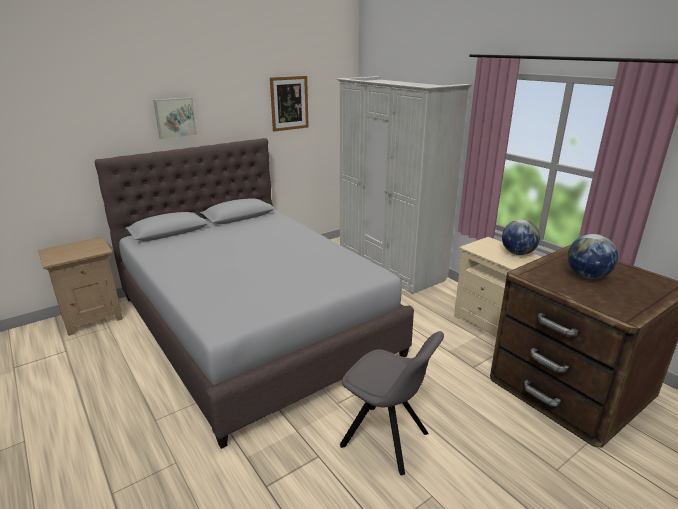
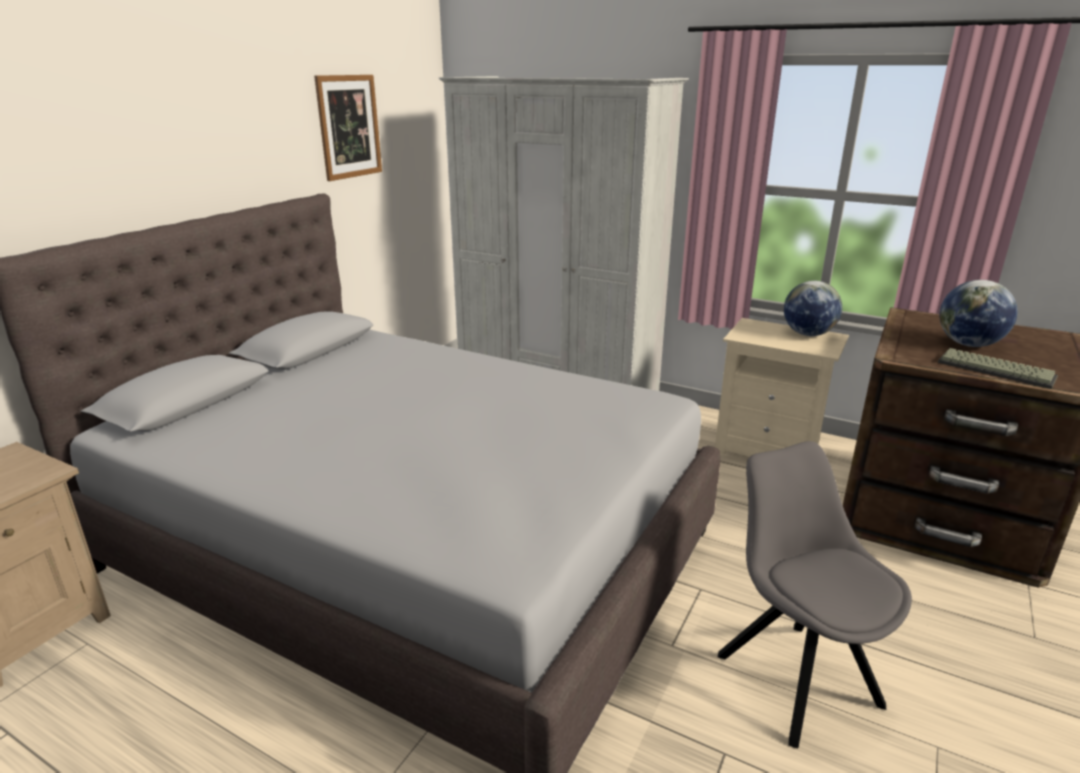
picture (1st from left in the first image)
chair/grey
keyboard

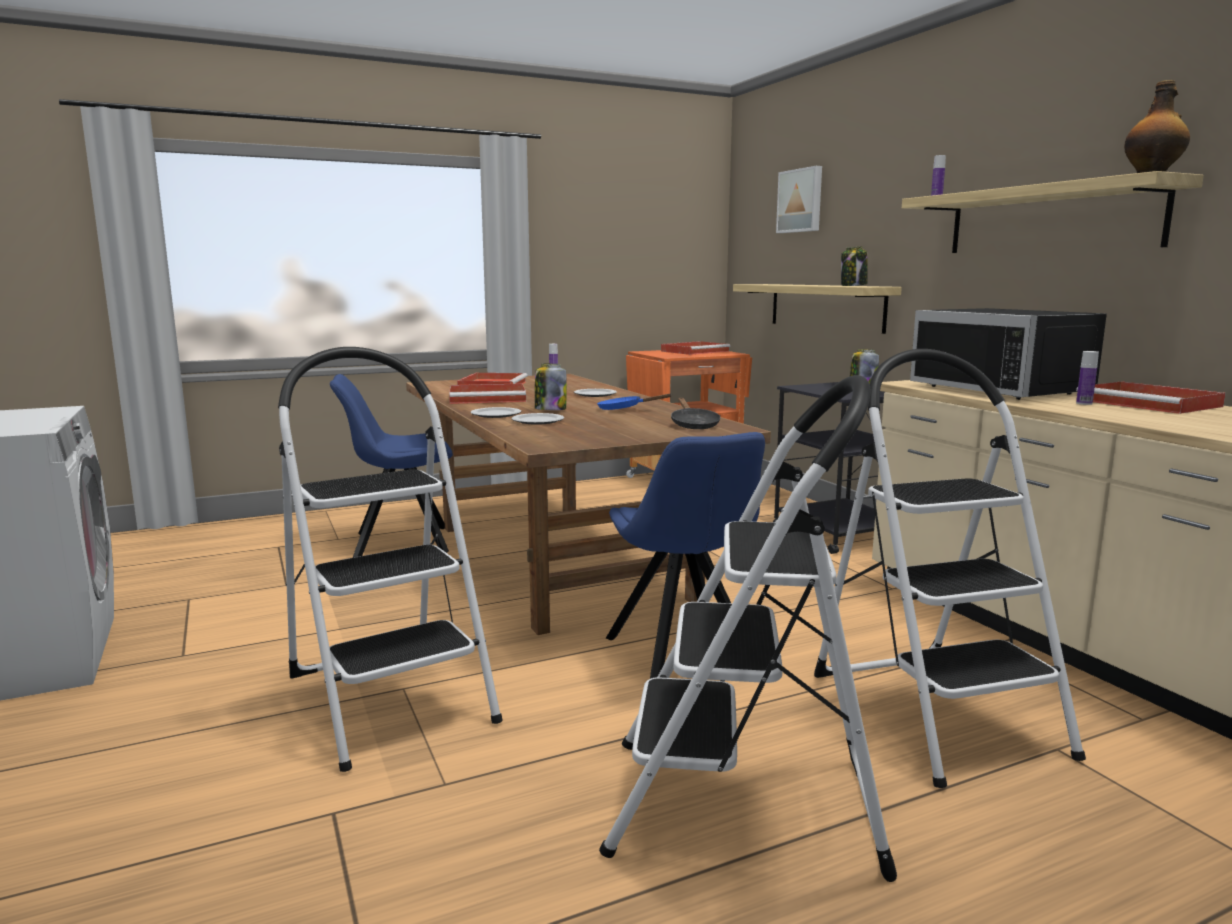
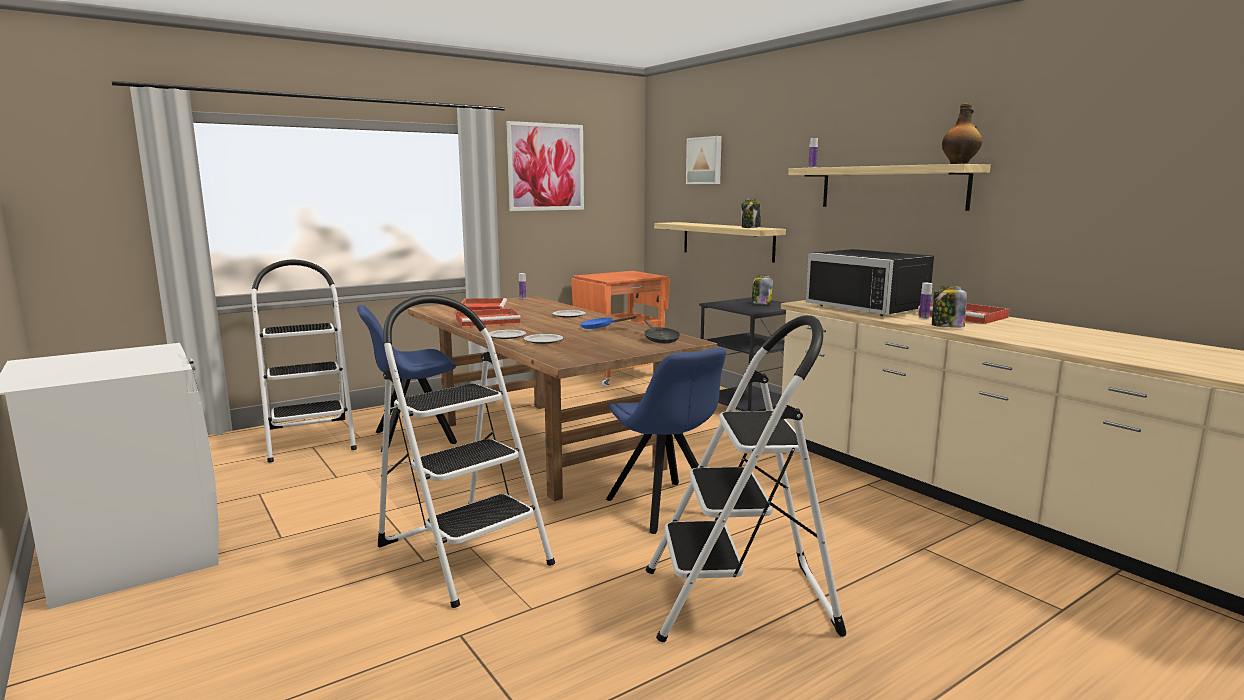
jar (3rd from left)
tray/red (3rd from left in the first image)
step ladder (1st from left)
picture (1st from left)

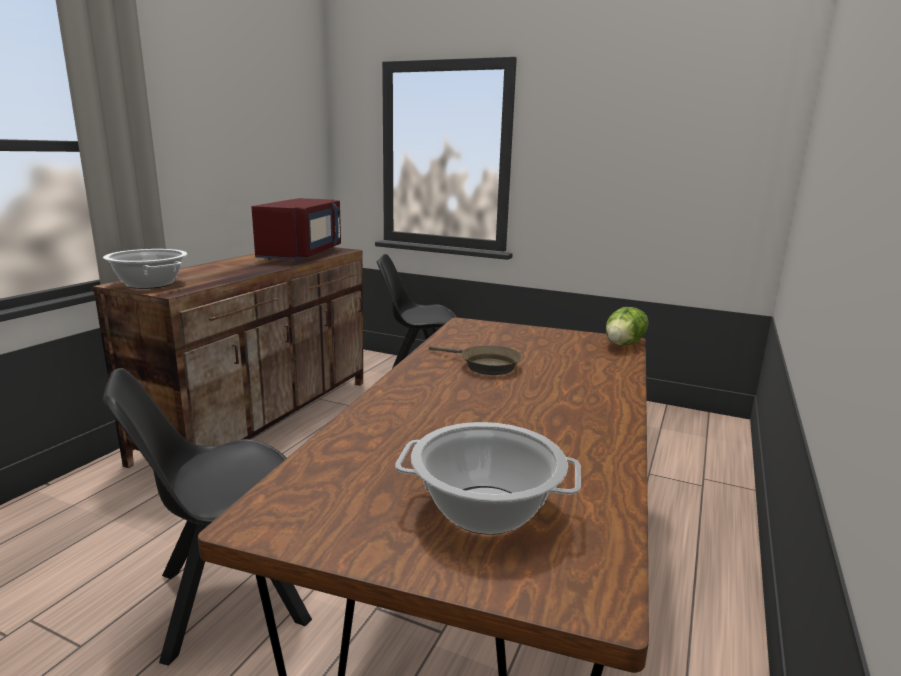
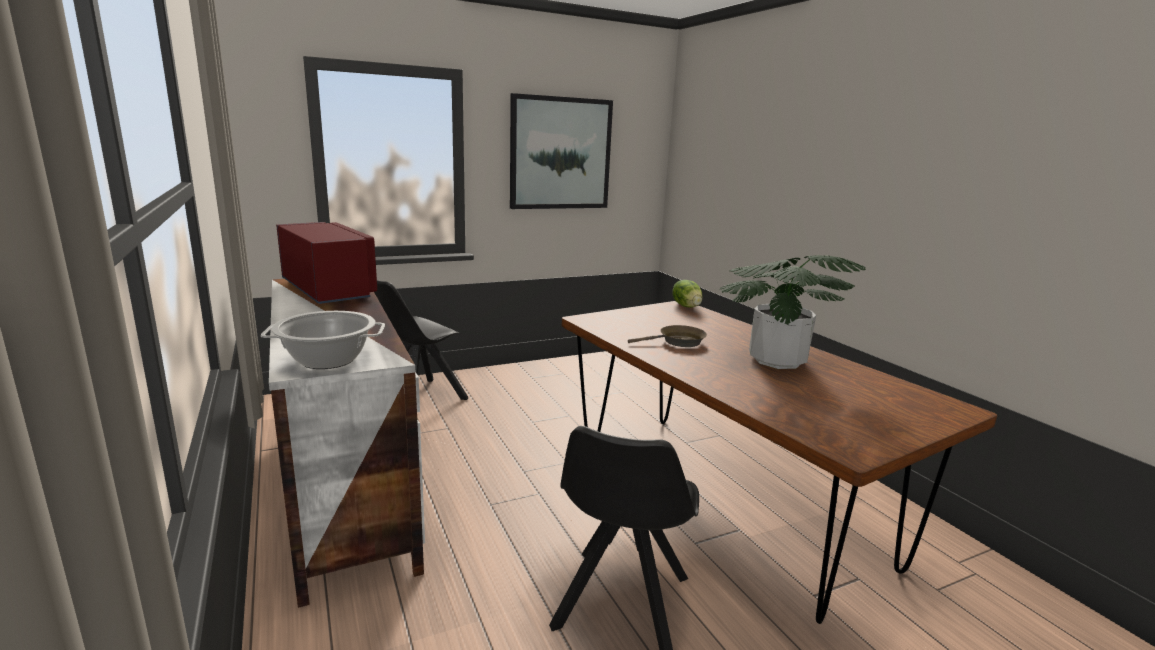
cabinet/white
cooking pot (2nd from left in the first image)
picture
potted plant

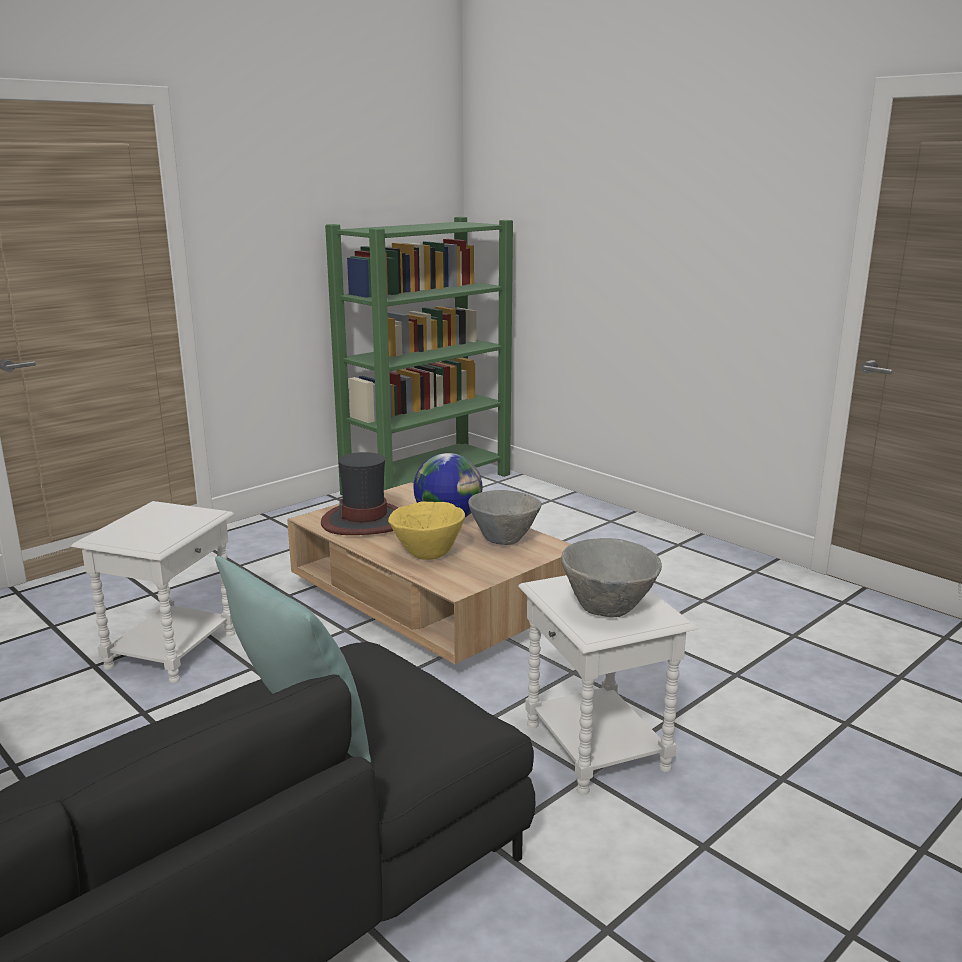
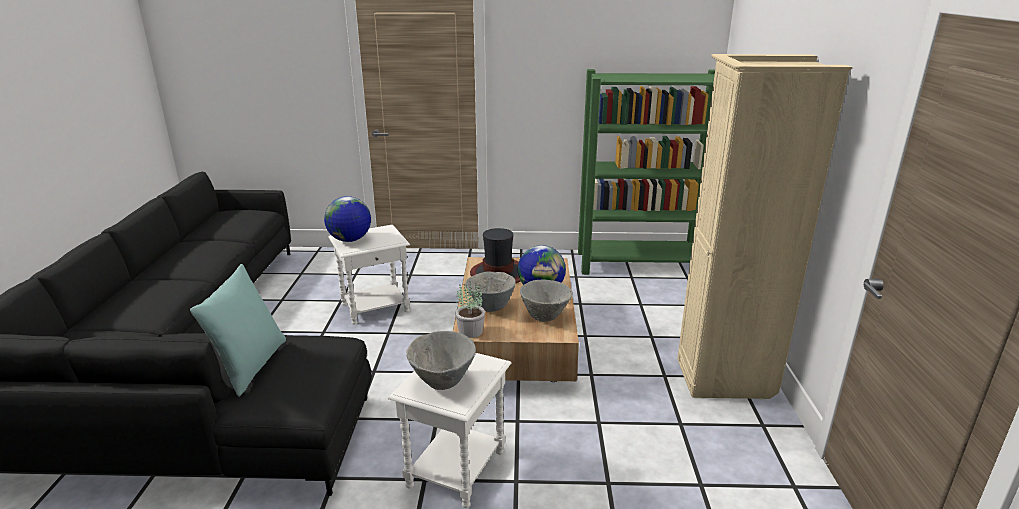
bowl/grey (2nd from left)
globe (1st from left)
potted plant
cabinet/beige

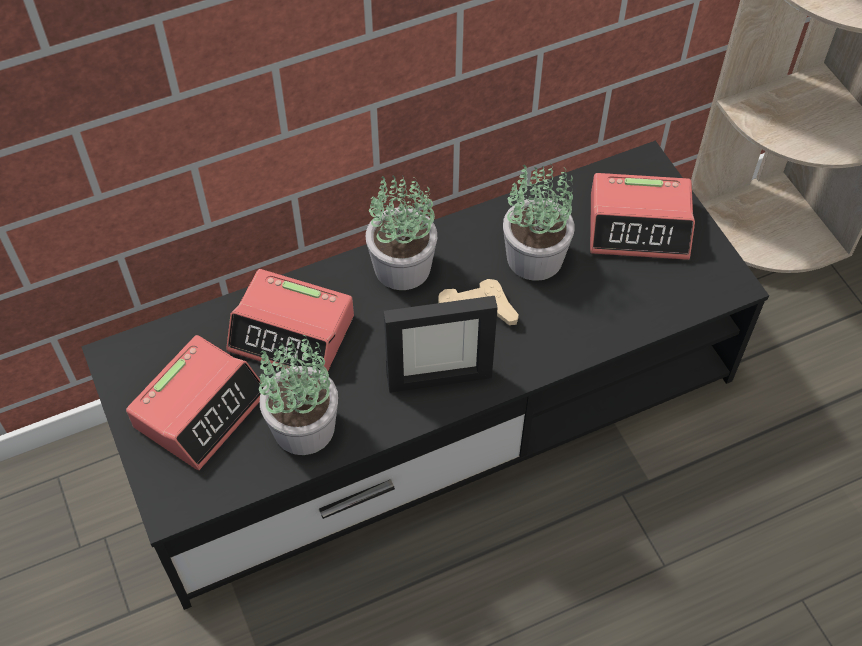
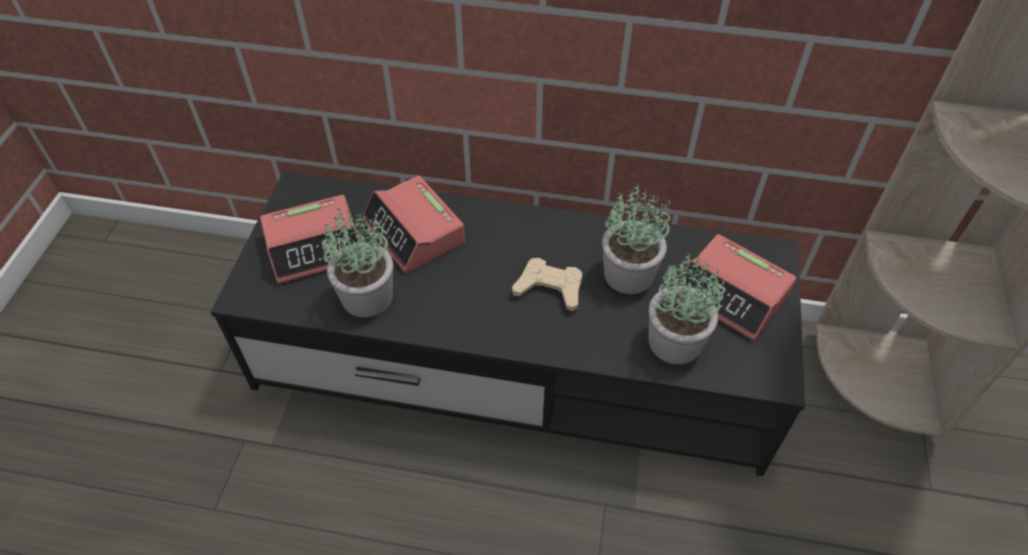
potted plant (3rd from left)
picture frame

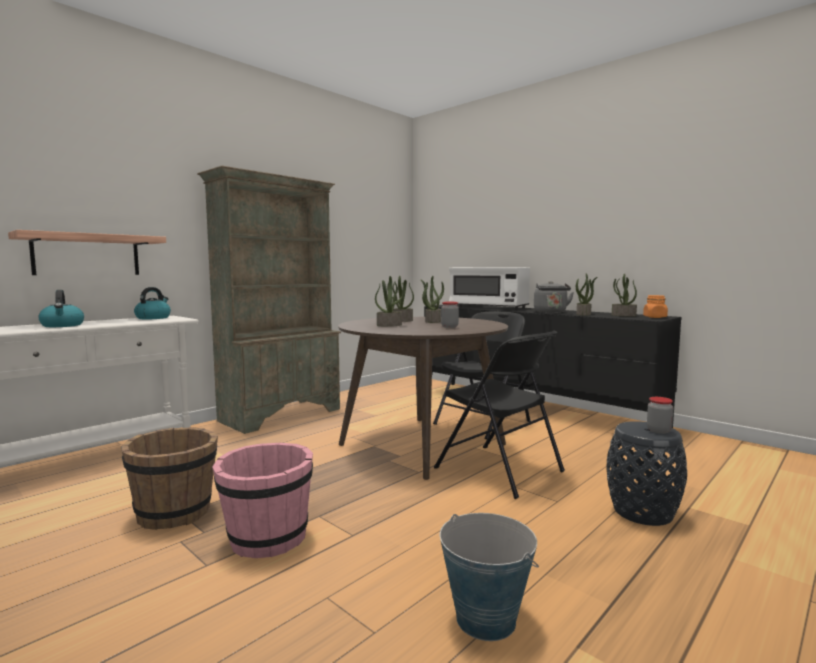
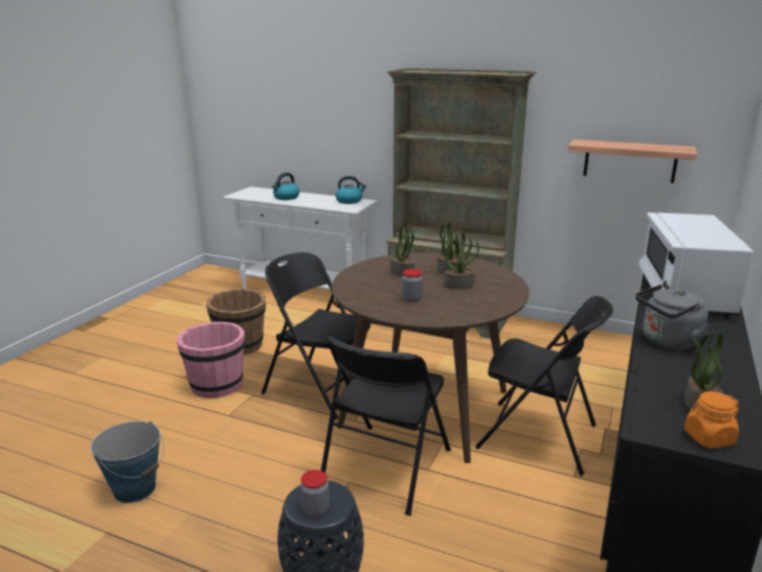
shelf
potted plant (4th from left in the first image)
chair/black (1st from left)

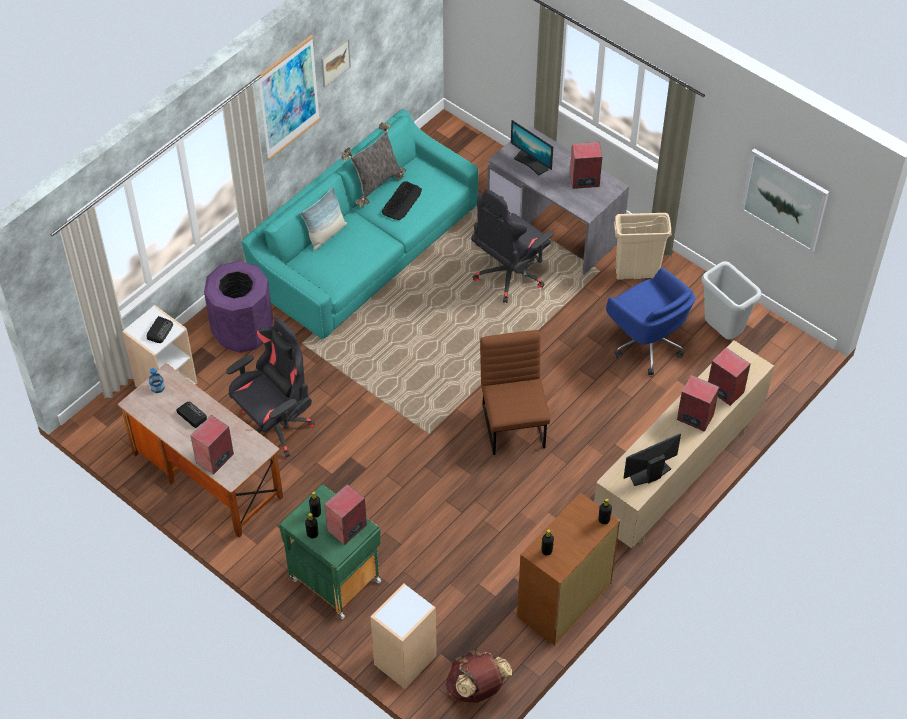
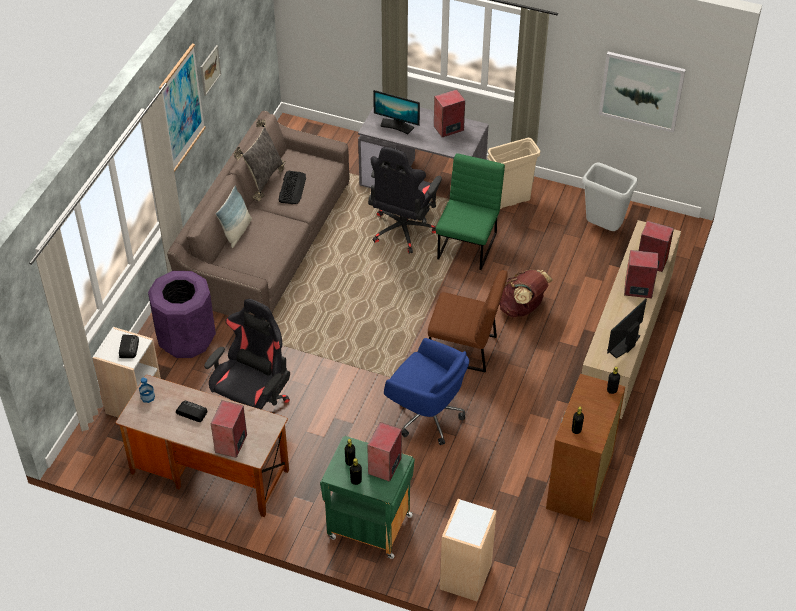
sofa/brown
backpack/brown
chair/brown
office chair/blue
chair/green

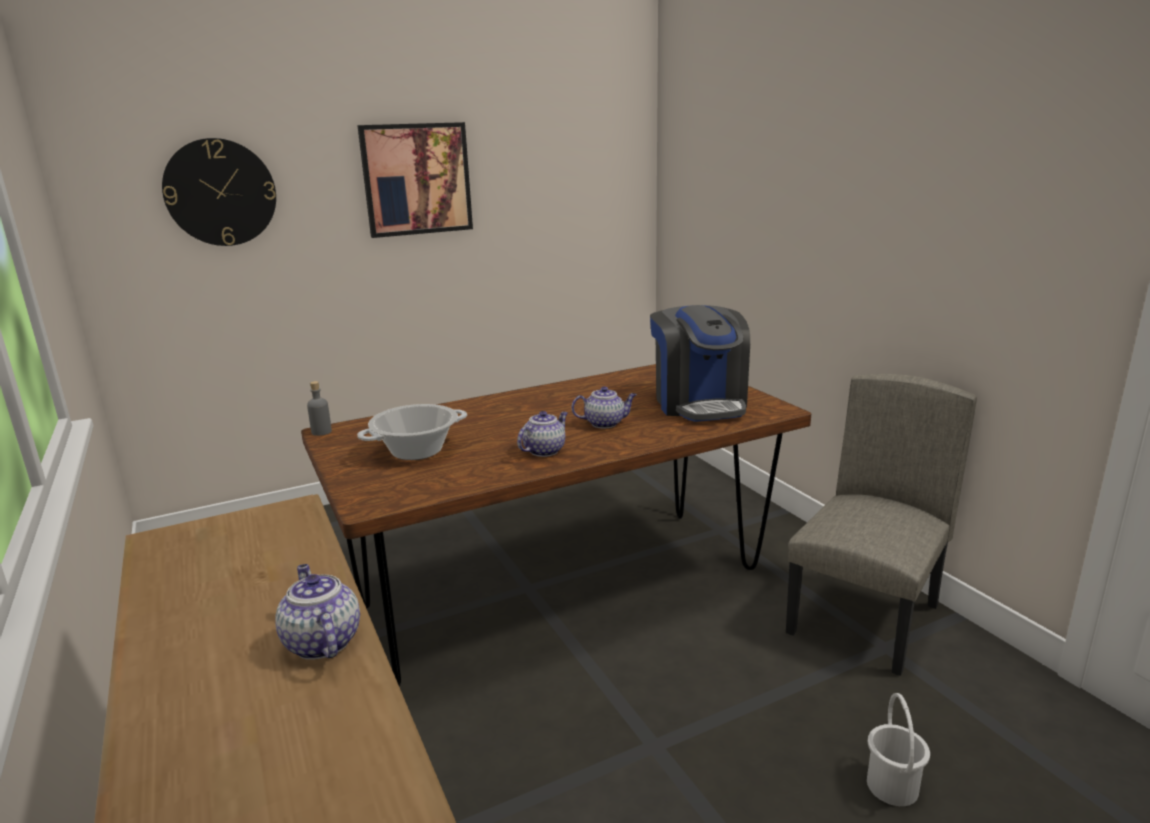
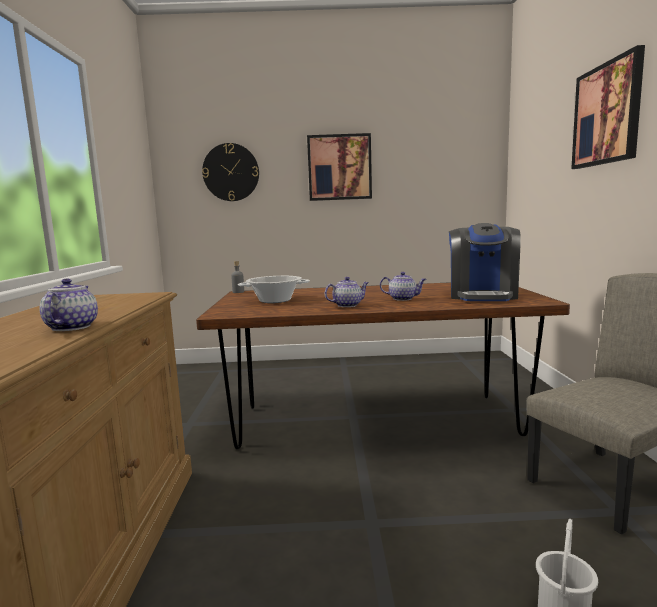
picture (2nd from left)

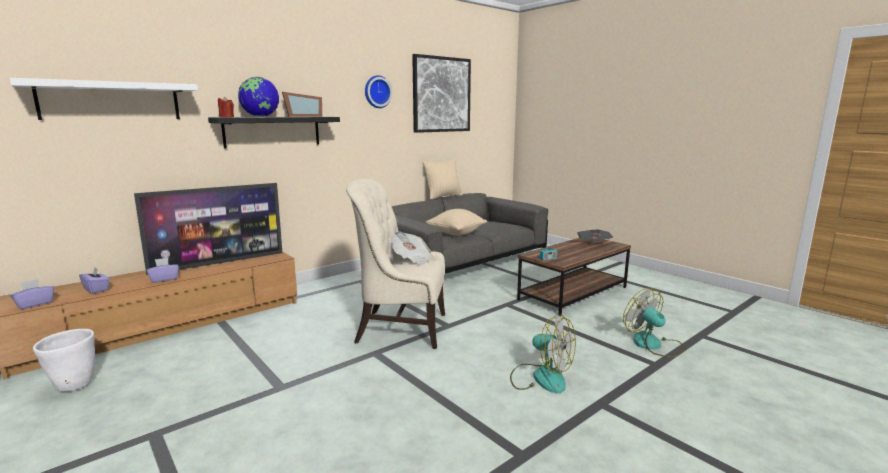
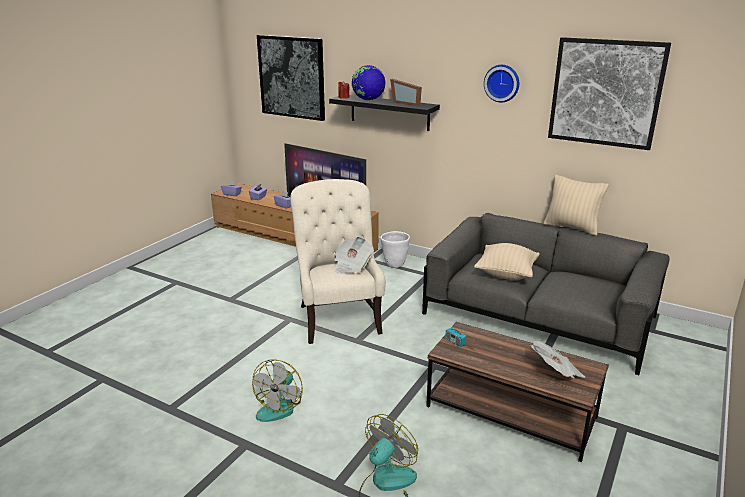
picture (1st from left)
planter/white

